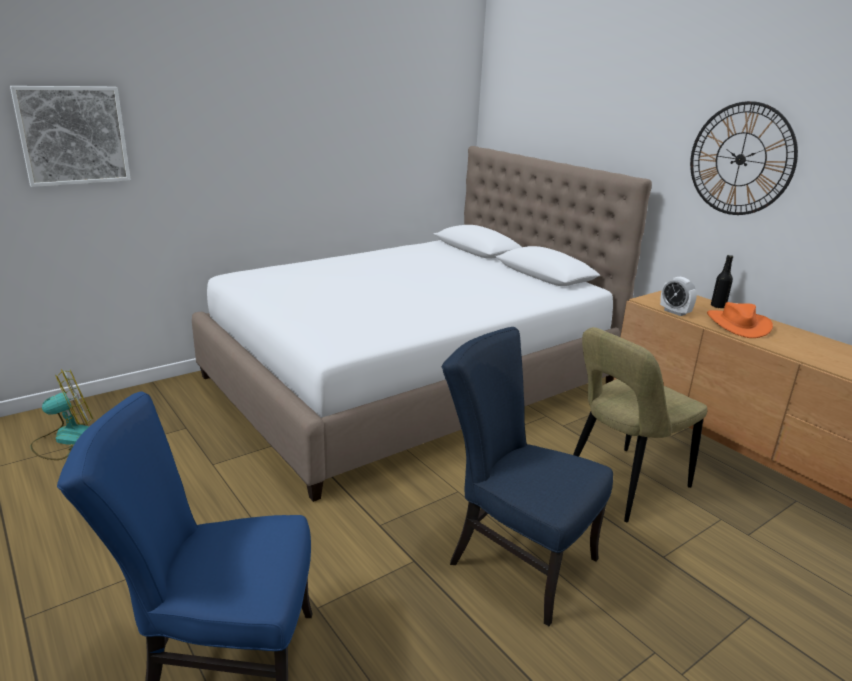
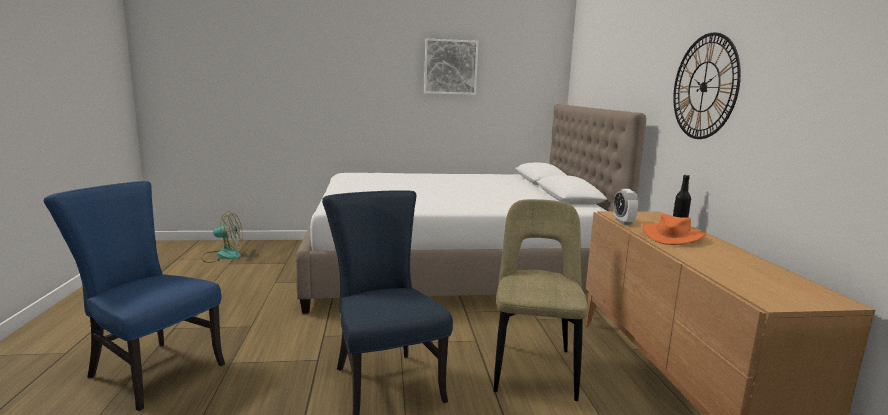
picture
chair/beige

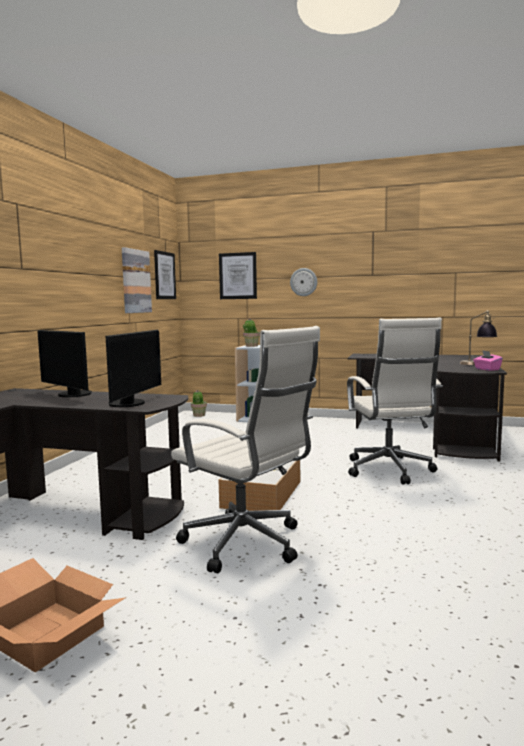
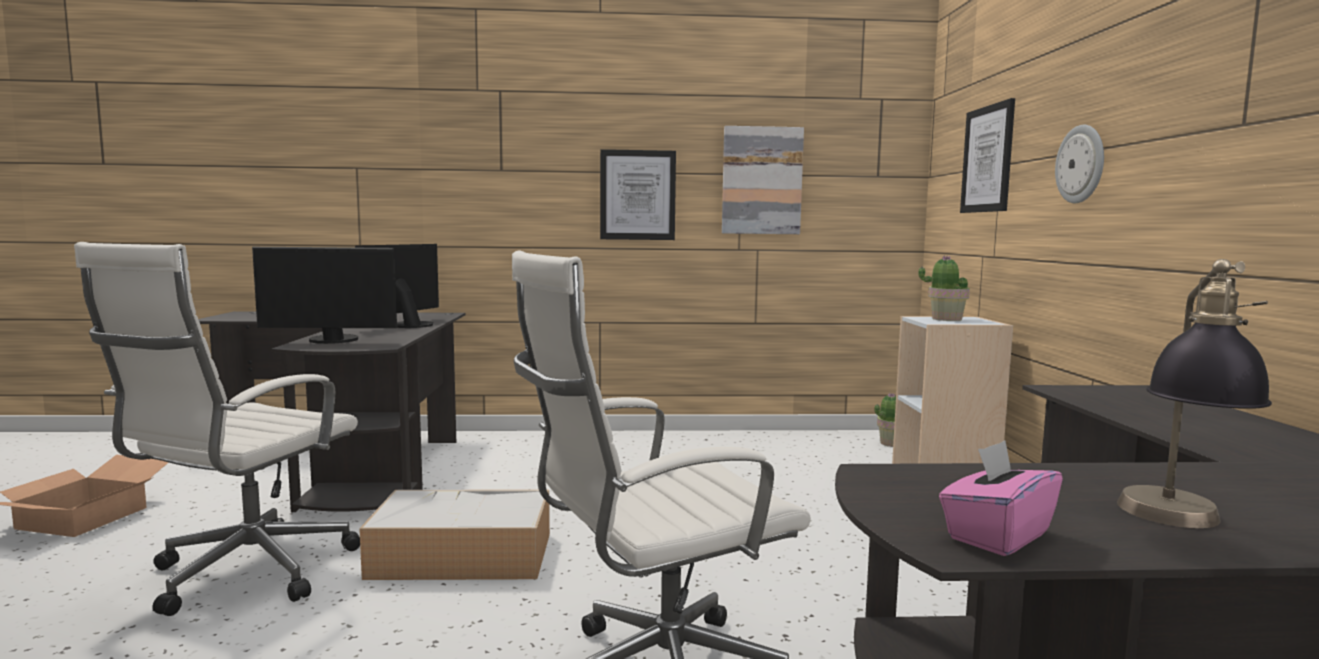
picture (1st from left)

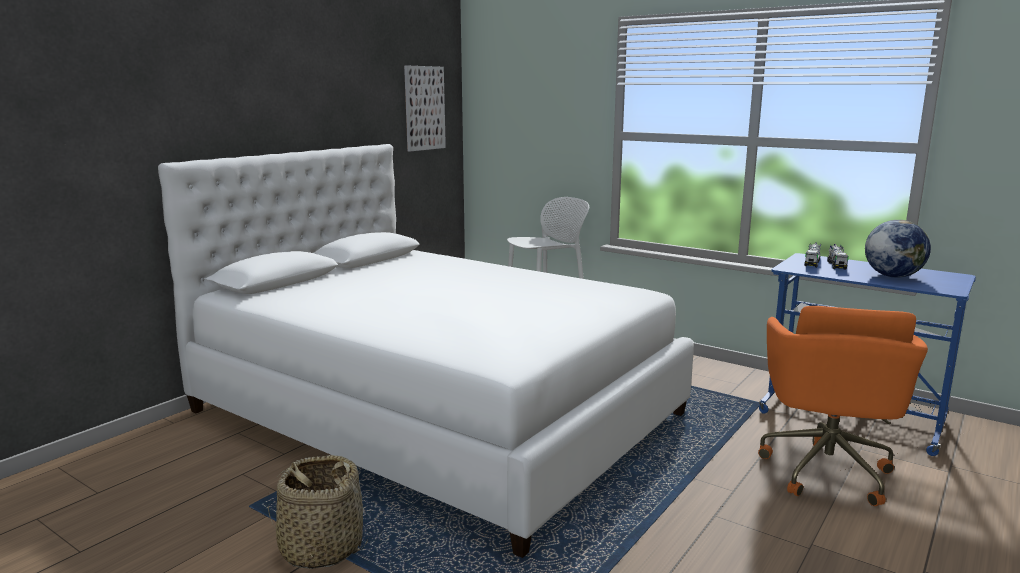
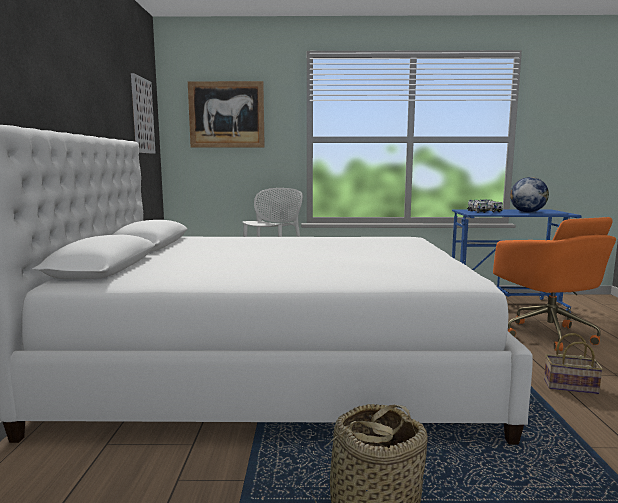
picture (2nd from left)
basket (2nd from left)

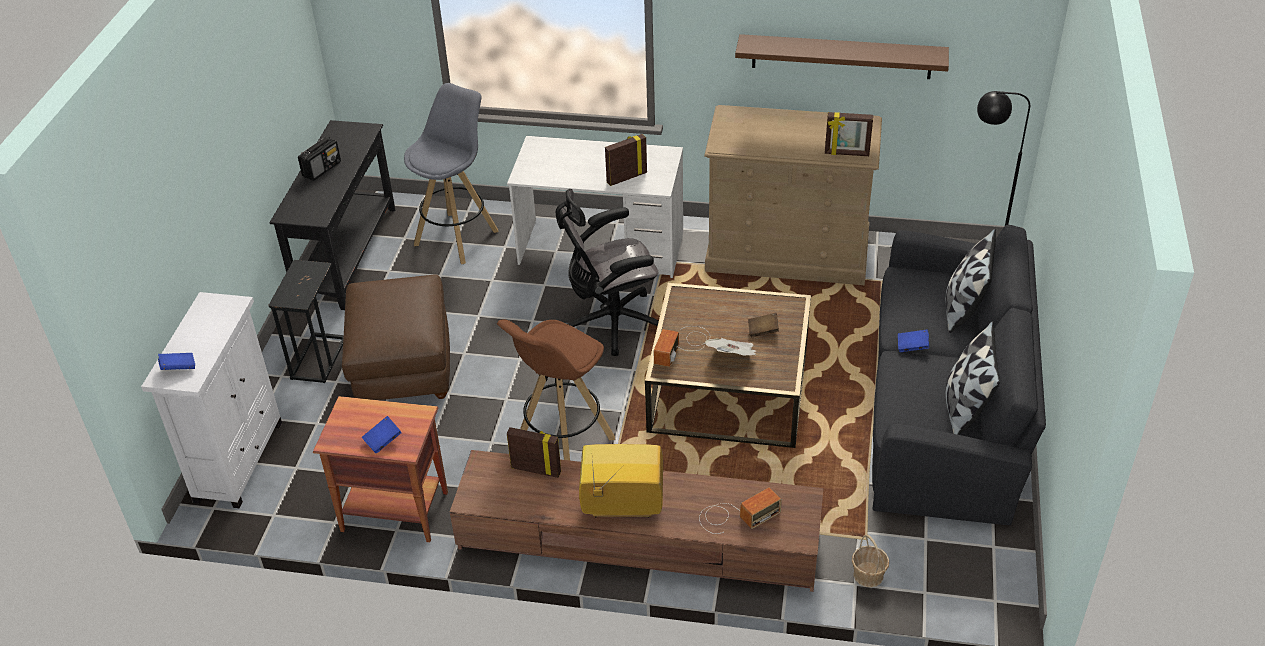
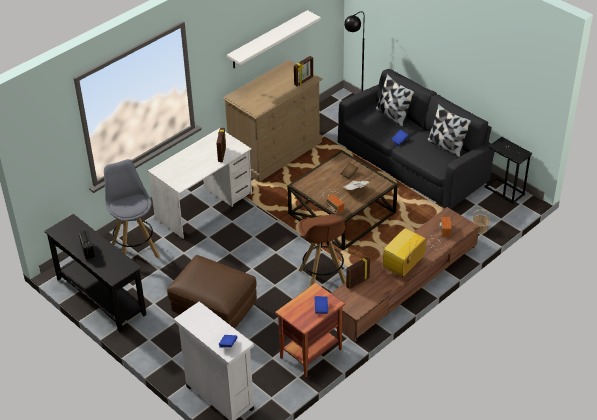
side table/black
office chair
shelf/white

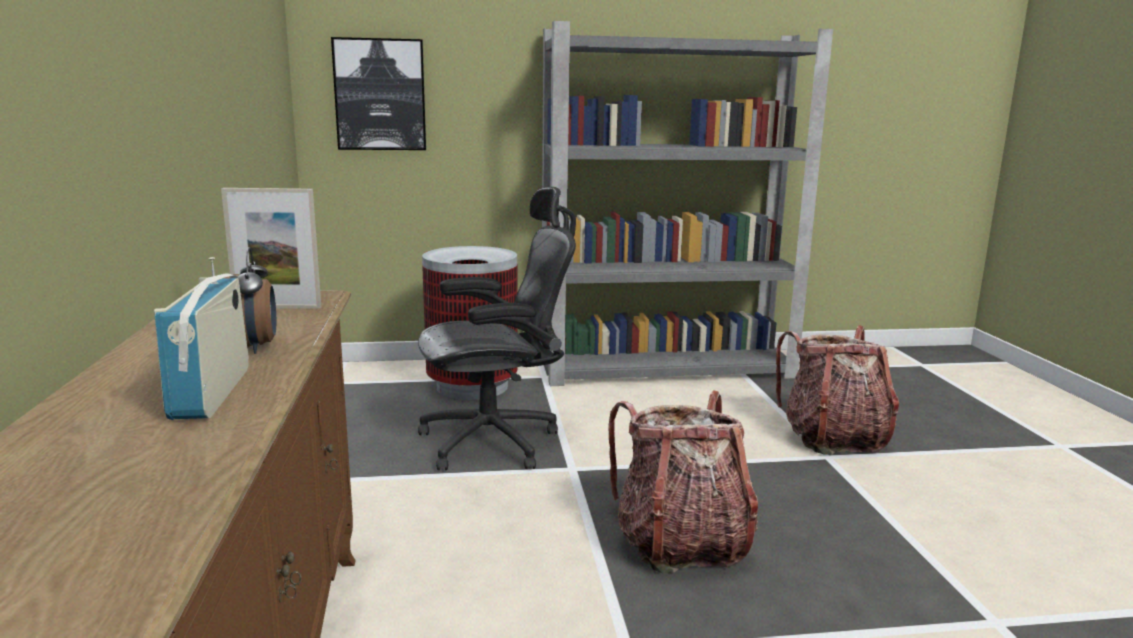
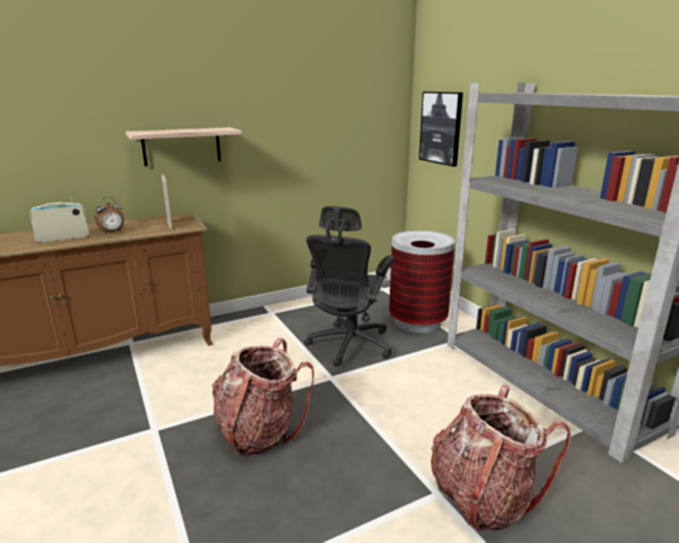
office chair
shelf

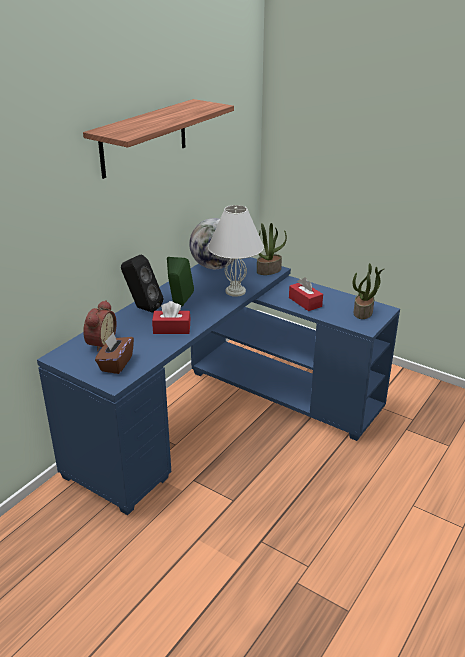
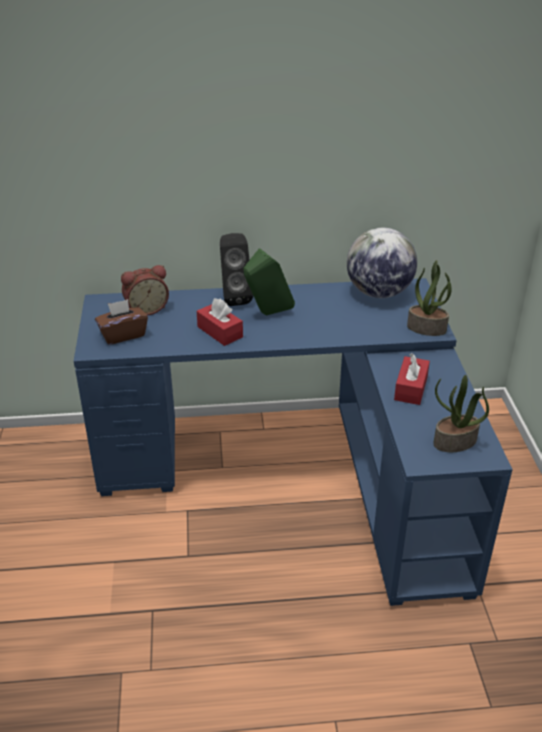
shelf
table lamp/white

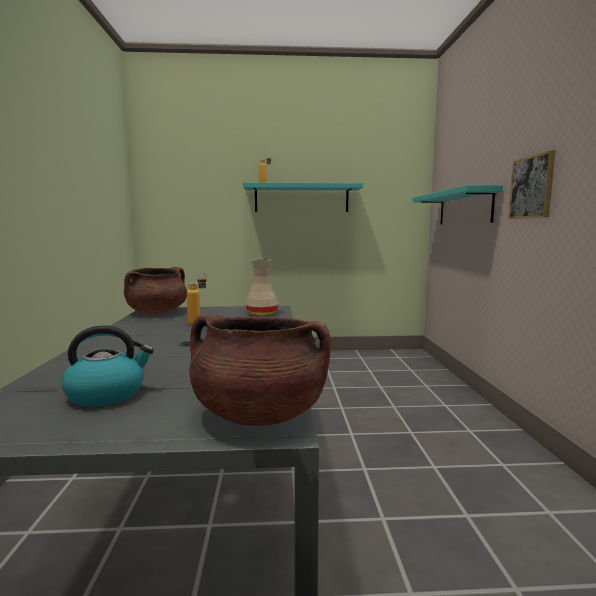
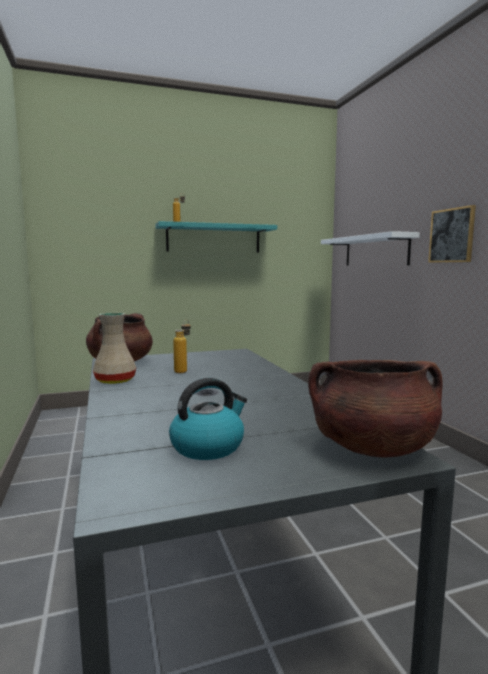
vase/beige
shelf/white

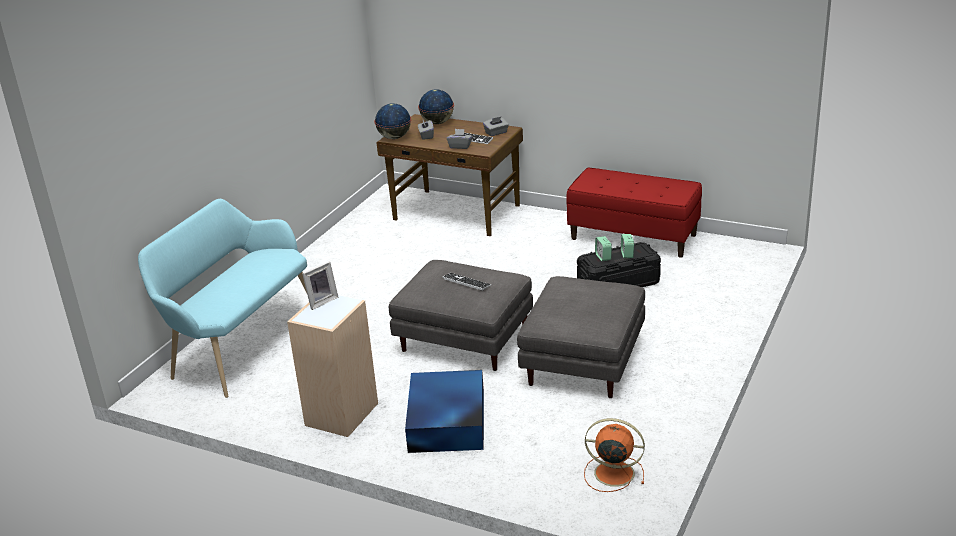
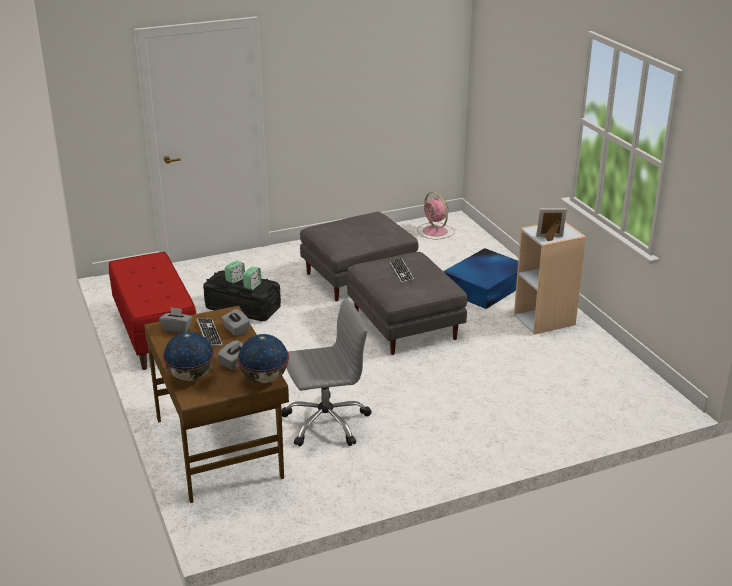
bench/turquoise
fan/pink
office chair/grey

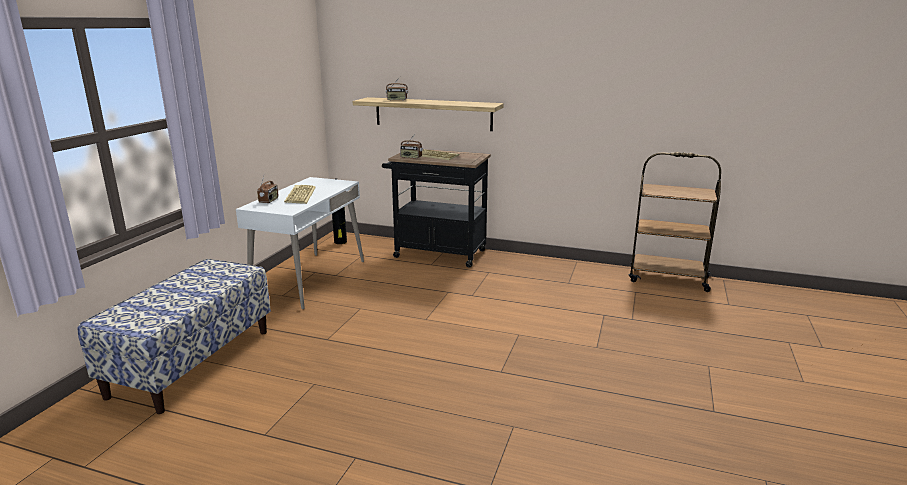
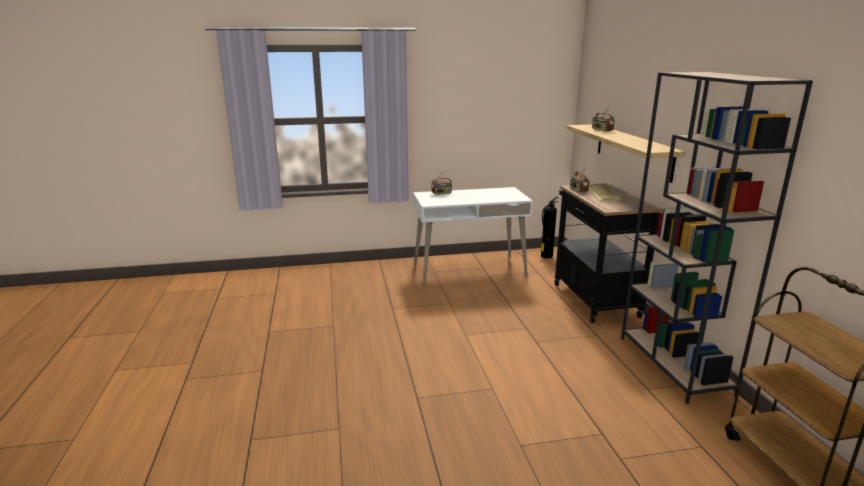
bench
keyboard (1st from left in the first image)
bookcase

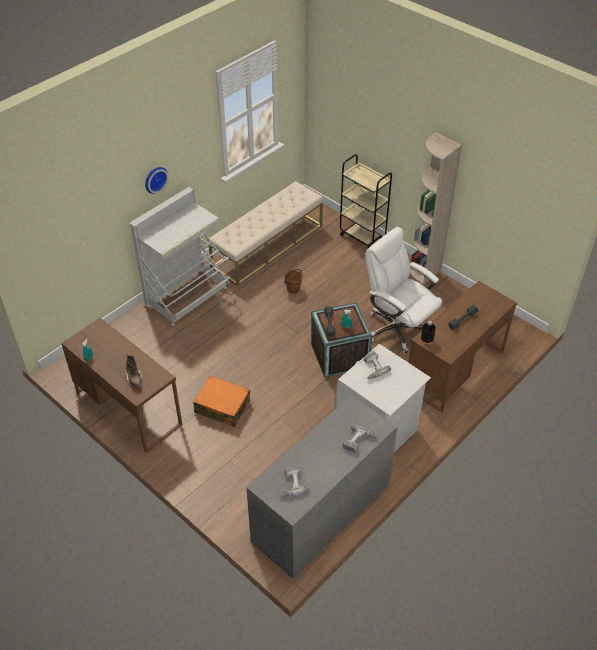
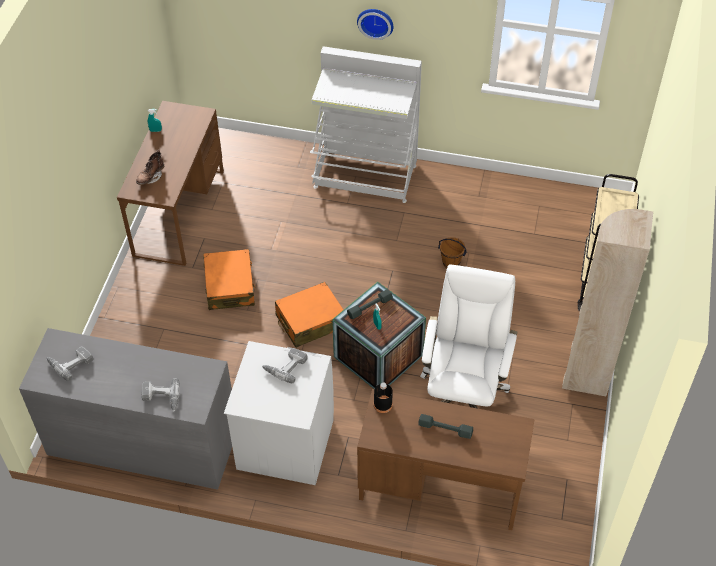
bench/beige
suitcase/orange (2nd from left)

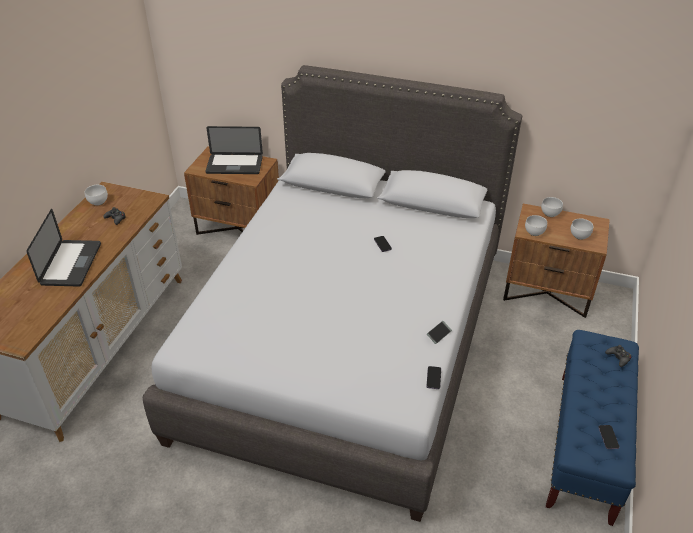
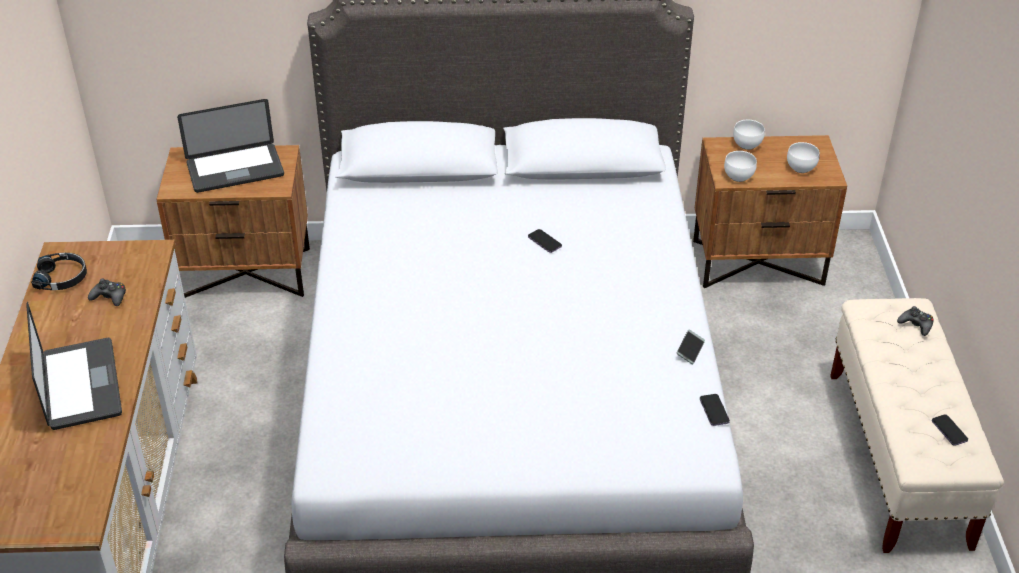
headphones/black
bench/beige

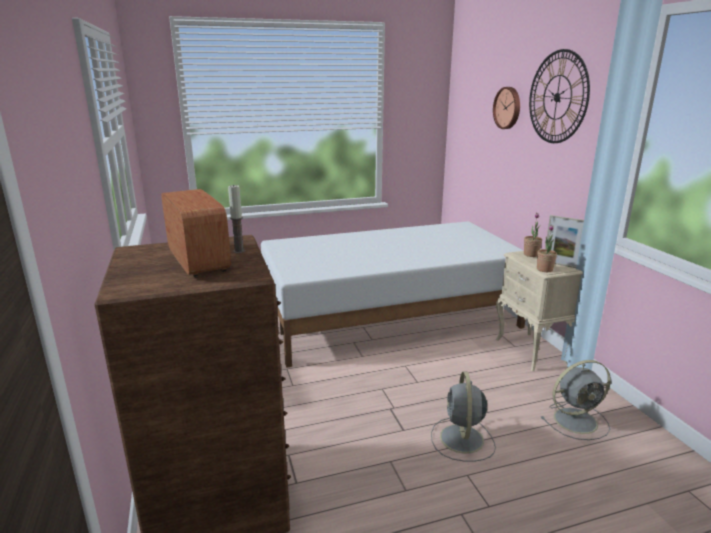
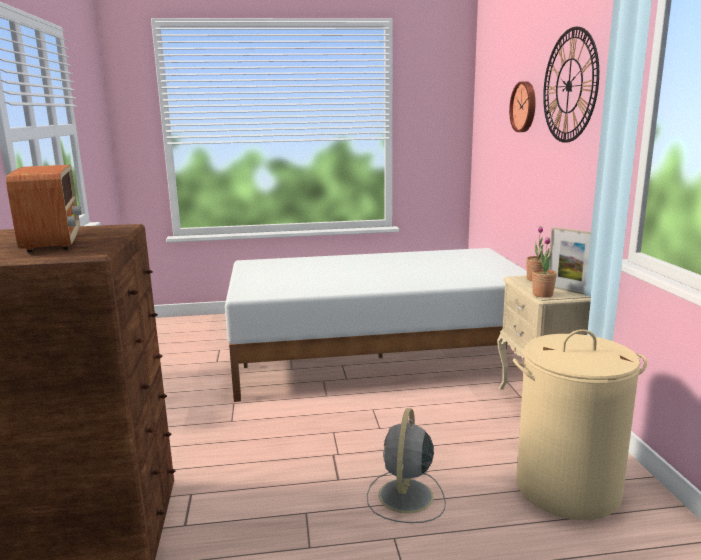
candle
laundry basket/beige

